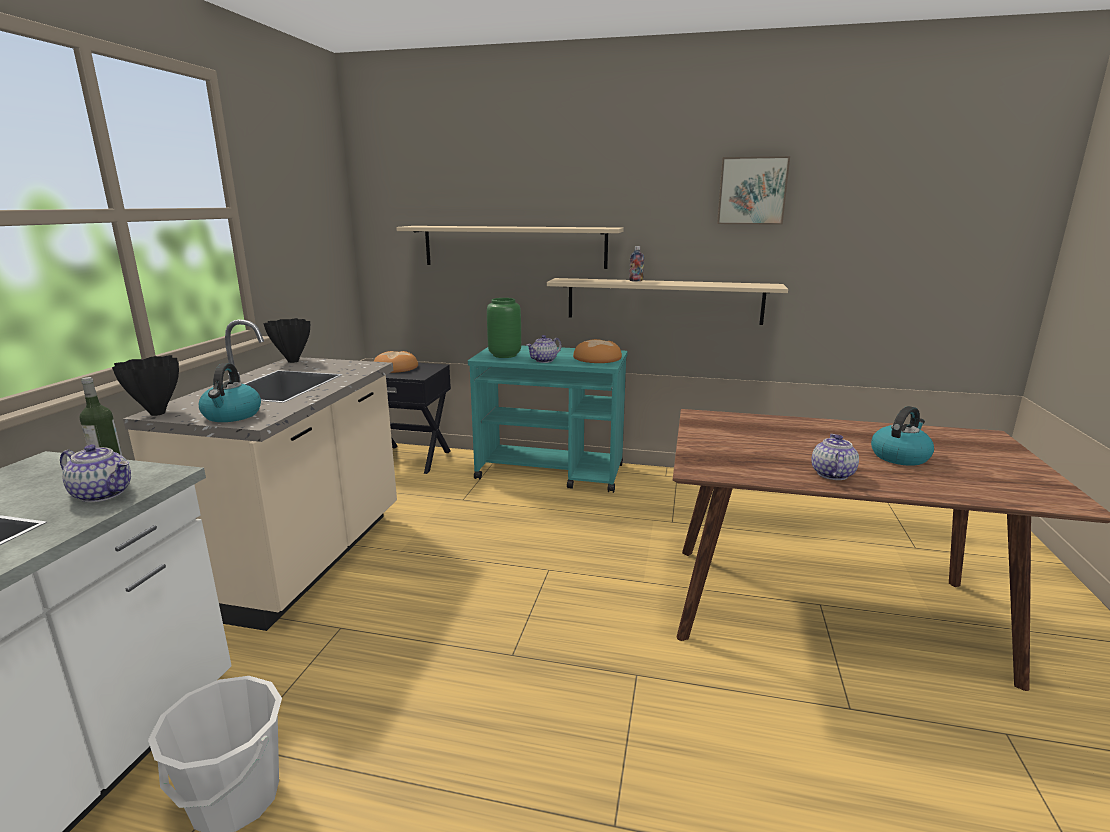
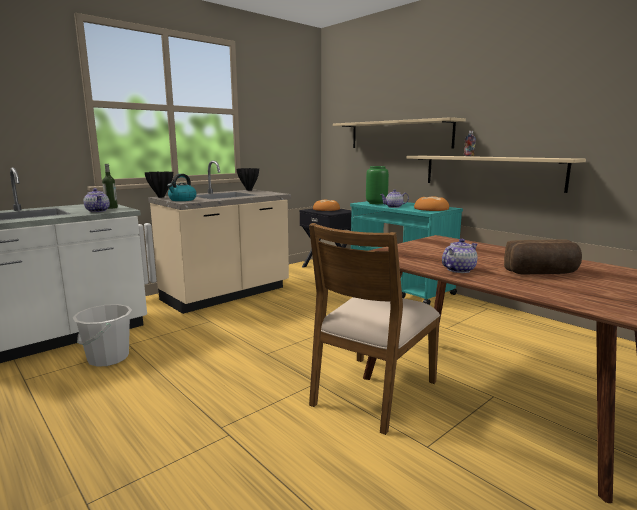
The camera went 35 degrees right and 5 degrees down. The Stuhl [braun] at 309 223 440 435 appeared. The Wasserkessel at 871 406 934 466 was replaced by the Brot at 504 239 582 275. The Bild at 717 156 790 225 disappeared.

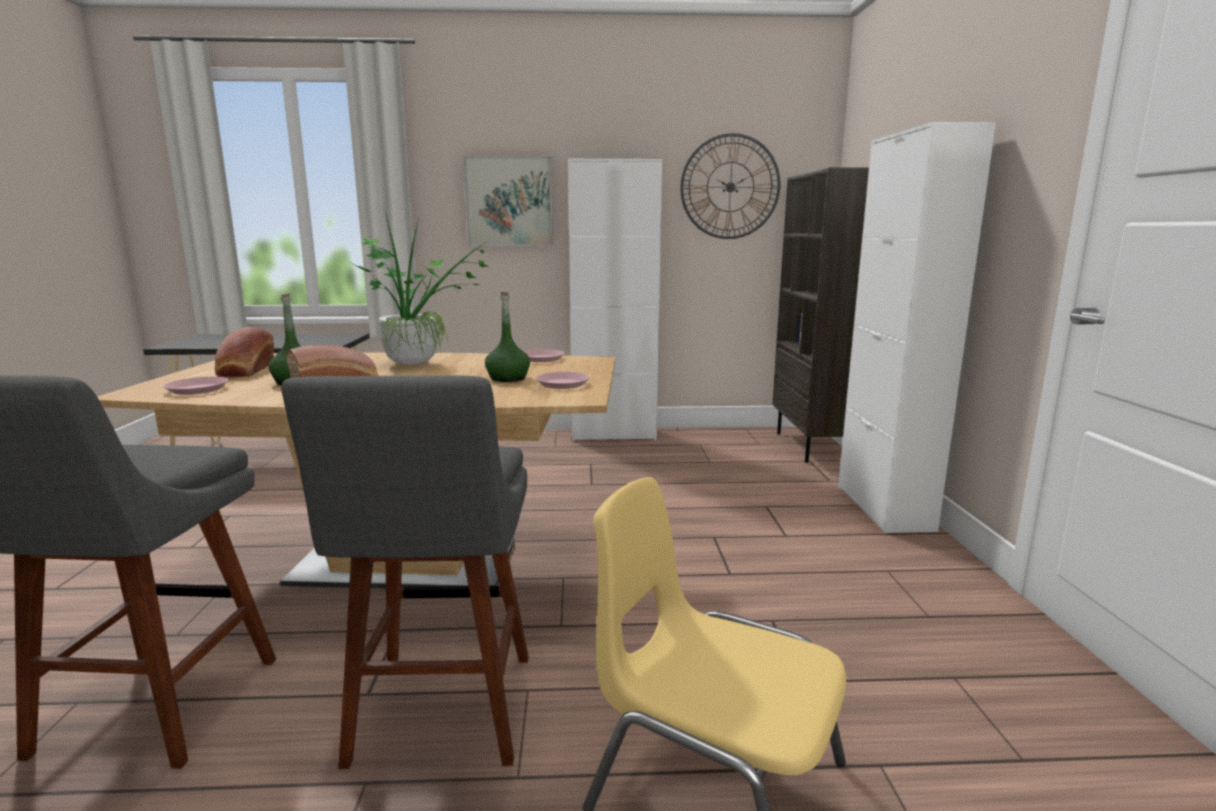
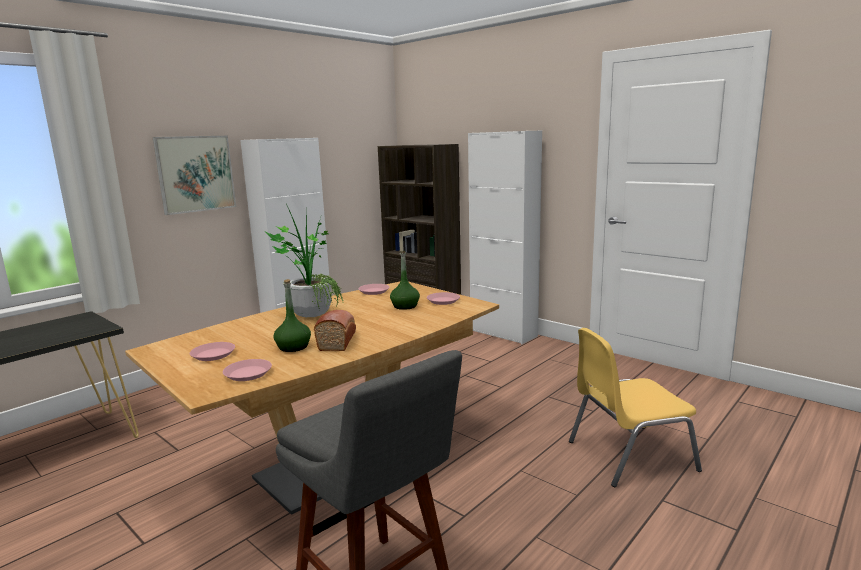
The camera went 45 degrees left and 0 degrees up. The Brot at 215 327 274 378 was replaced by the Teller [rosa] at 190 342 235 361. The Hocker [grau] at 281 375 529 769 disappeared. The Wanduhr at 680 133 780 239 disappeared.

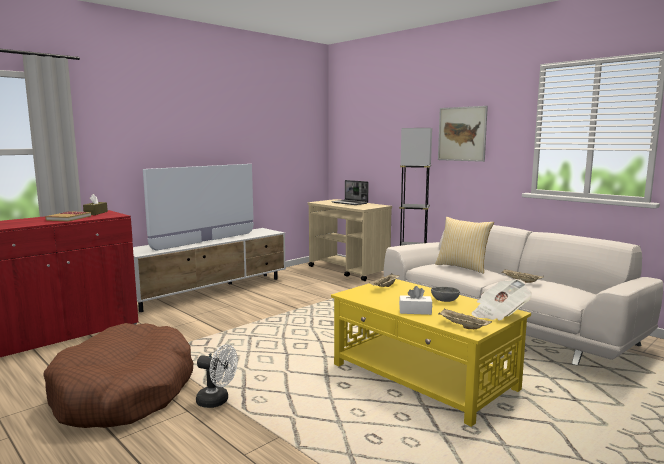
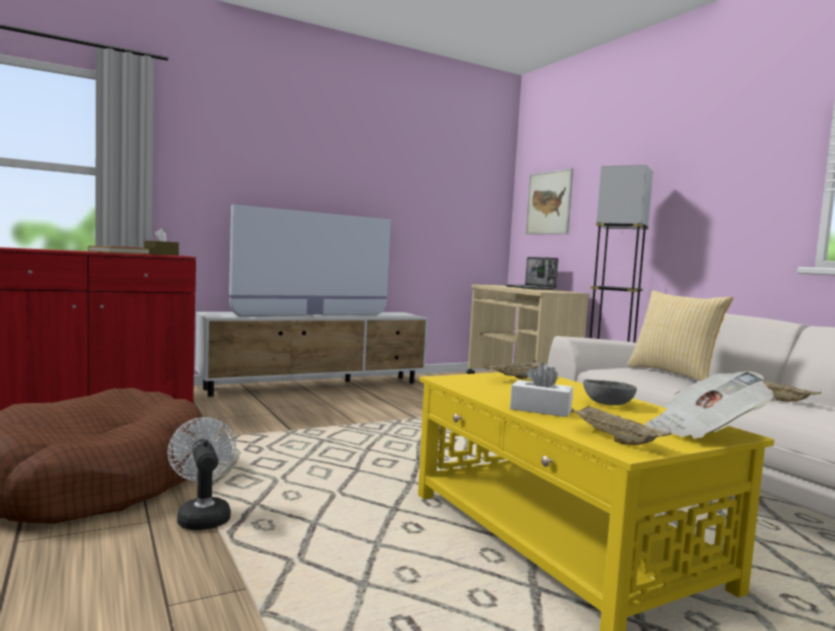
The camera went 15 degrees right and 5 degrees down. The Ventilator [weiß] at 196 344 238 408 turned 150 degrees counterclockwise. The Bild moved from 438 106 488 162 to 525 168 573 235.

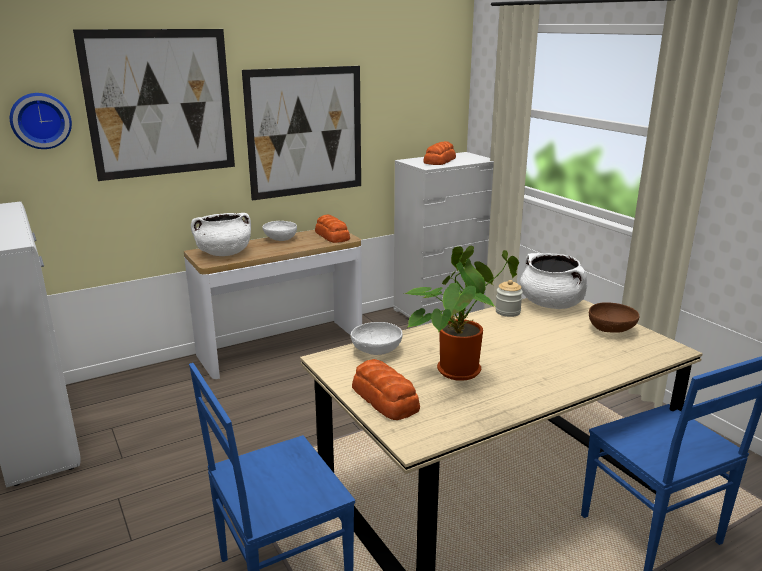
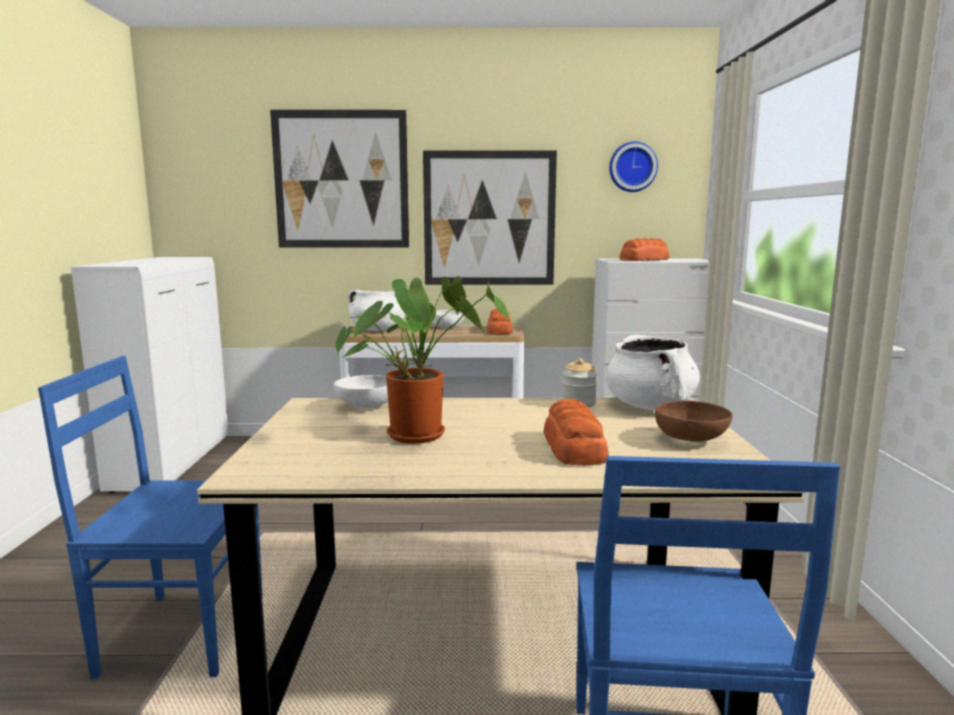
The camera went 30 degrees right and 10 degrees down. The Brot moved from 352 359 420 420 to 543 399 609 465. The Wanduhr moved from 10 93 72 149 to 609 141 658 192.

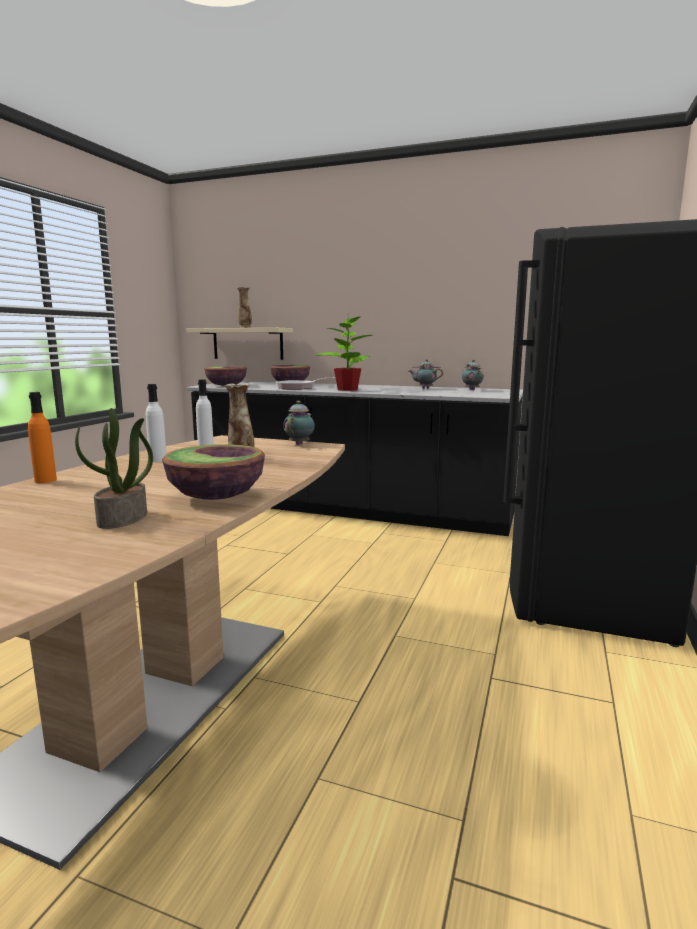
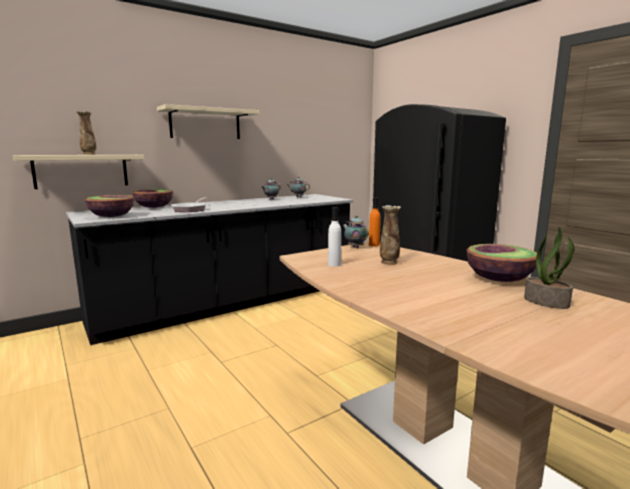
The camera went 55 degrees left and 0 degrees up. The Wandregal [beige] at 157 104 260 139 appeared. The Flasche [orange] moved from 28 392 57 483 to 369 197 381 247. The Flasche [weiß] at 146 384 166 462 disappeared. The Topfpflanze at 313 317 372 391 disappeared.

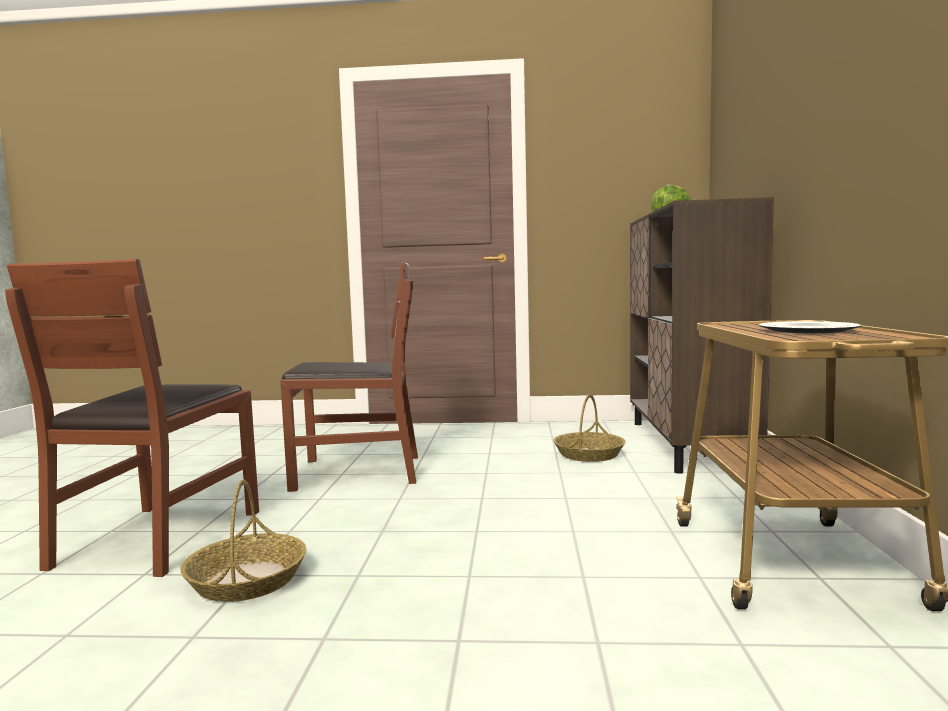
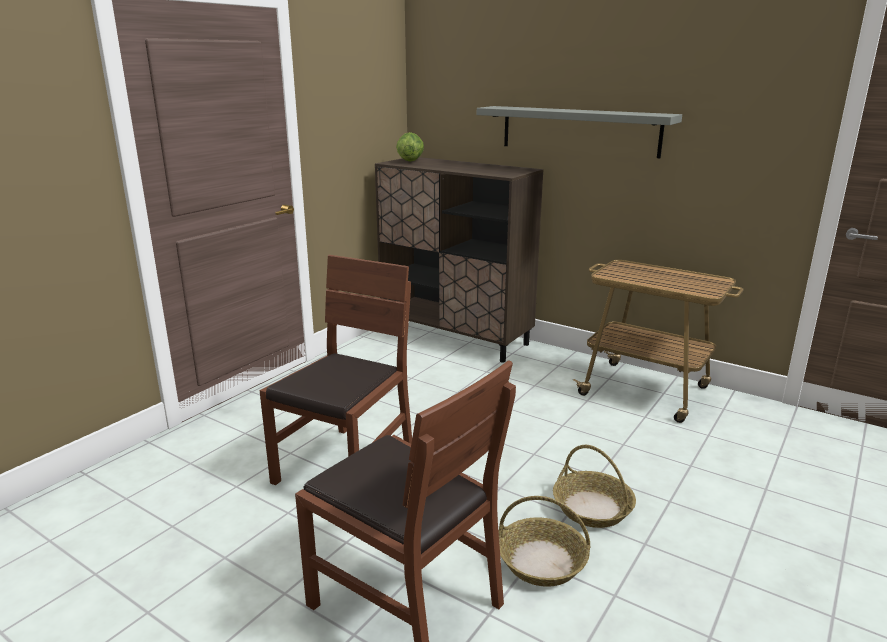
The camera went 60 degrees left and 15 degrees up. The Wandregal [grau] at 477 106 682 158 appeared. The Korb moved from 553 394 625 462 to 553 445 636 528. The Teller at 759 321 861 333 disappeared.

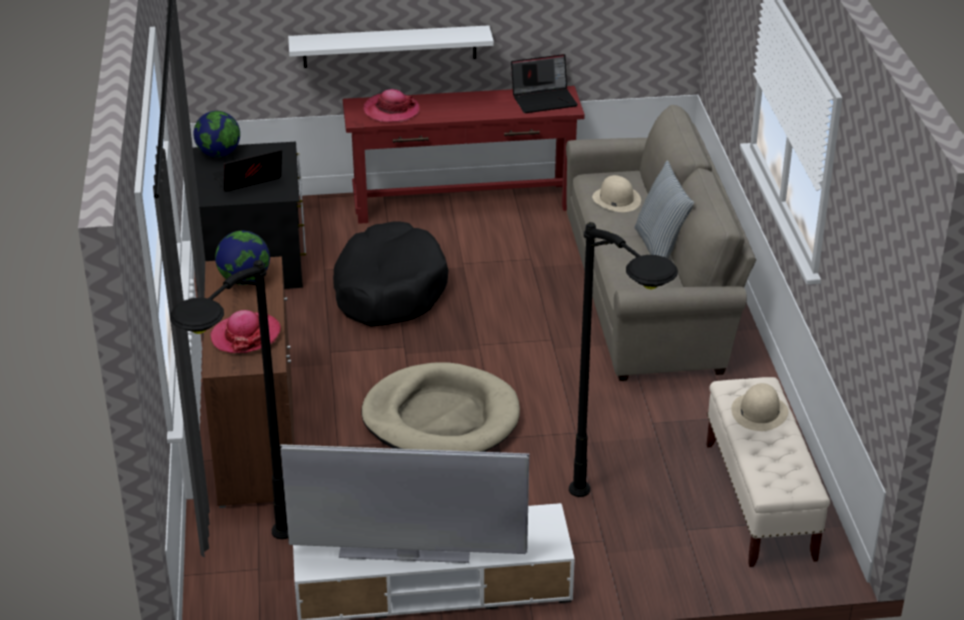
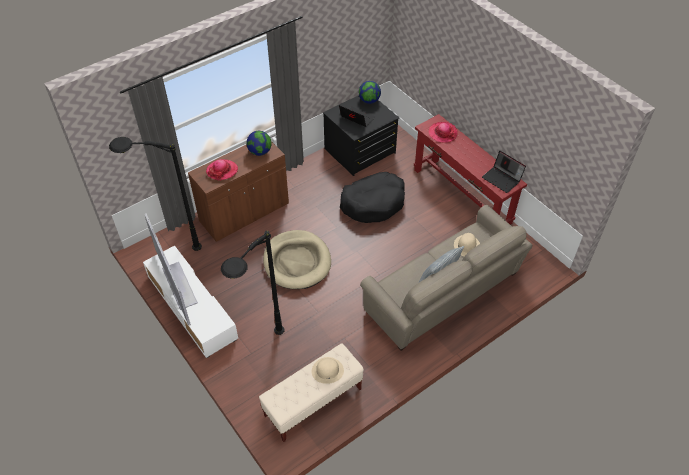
The camera went 60 degrees right and 15 degrees up. The Wandregal [weiß] at 288 25 494 68 disappeared.

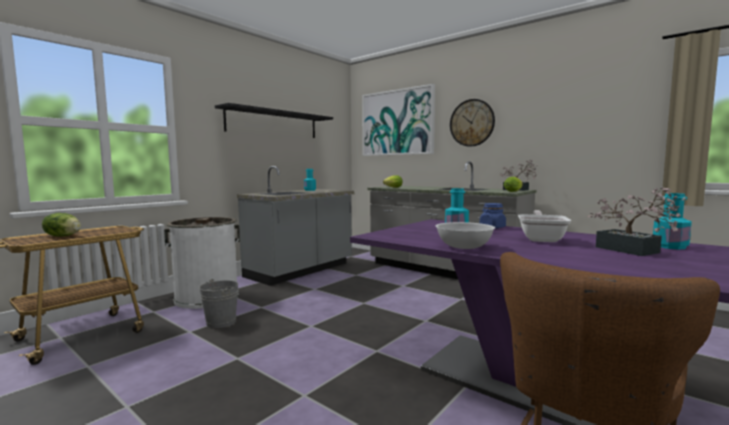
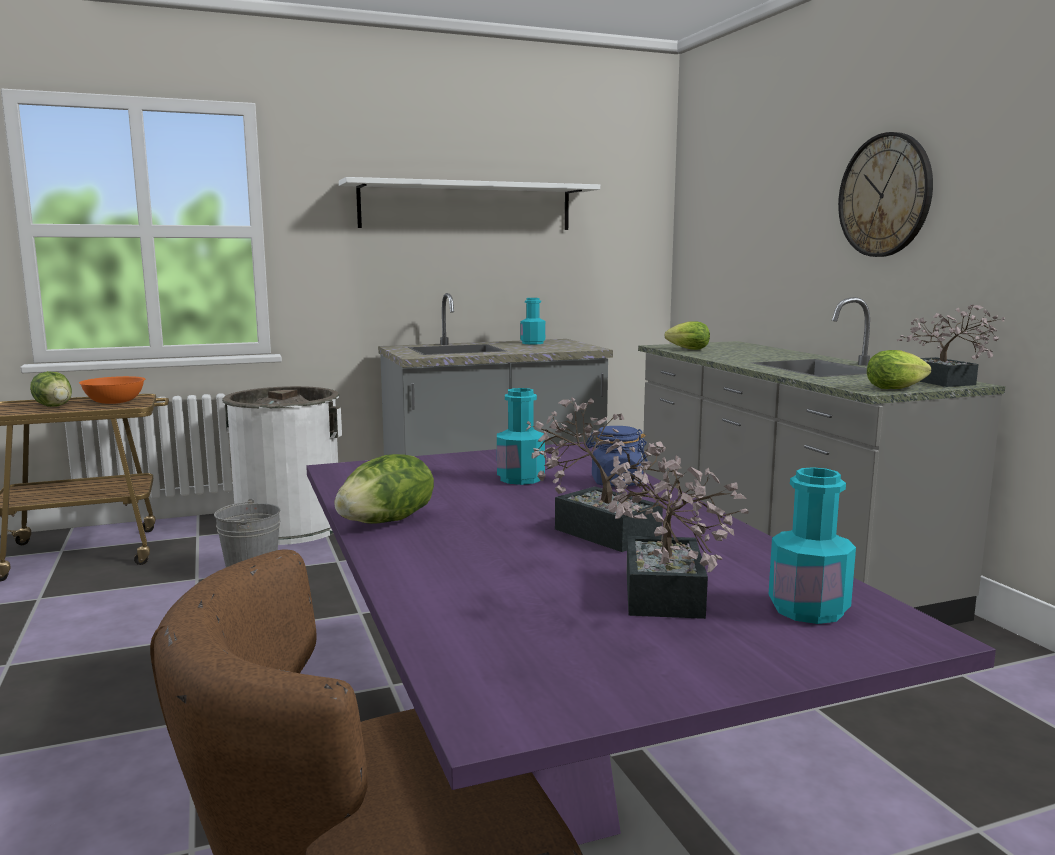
The camera went 30 degrees right and 5 degrees up. The Schüssel [orange] at 79 376 145 404 appeared. The Schüssel [weiß] at 435 222 495 249 was replaced by the Salatkopf at 334 454 434 524. The Wandregal [schwarz] at 215 103 333 138 became the Wandregal [weiß] at 339 177 600 230. The Pfanne at 518 210 571 242 was replaced by the Topfpflanze at 526 397 684 552. The Bild at 362 84 435 156 disappeared.

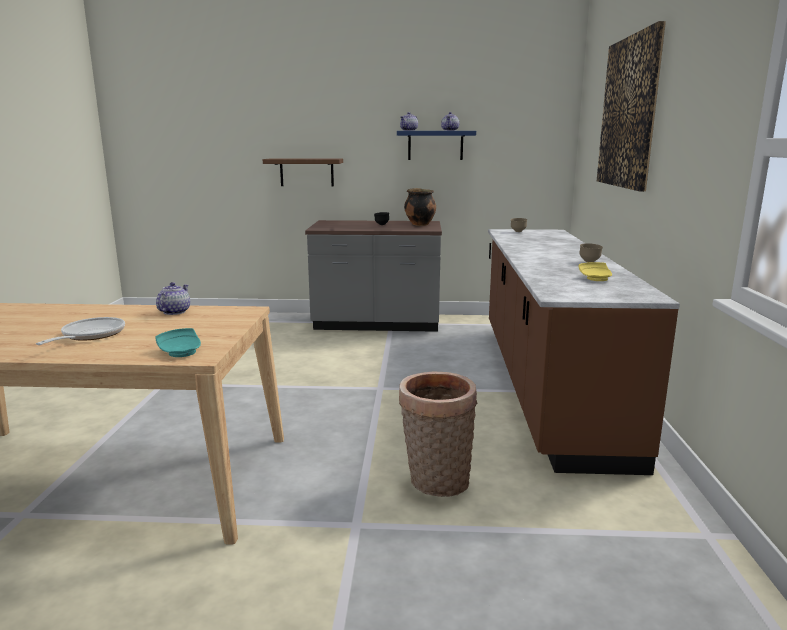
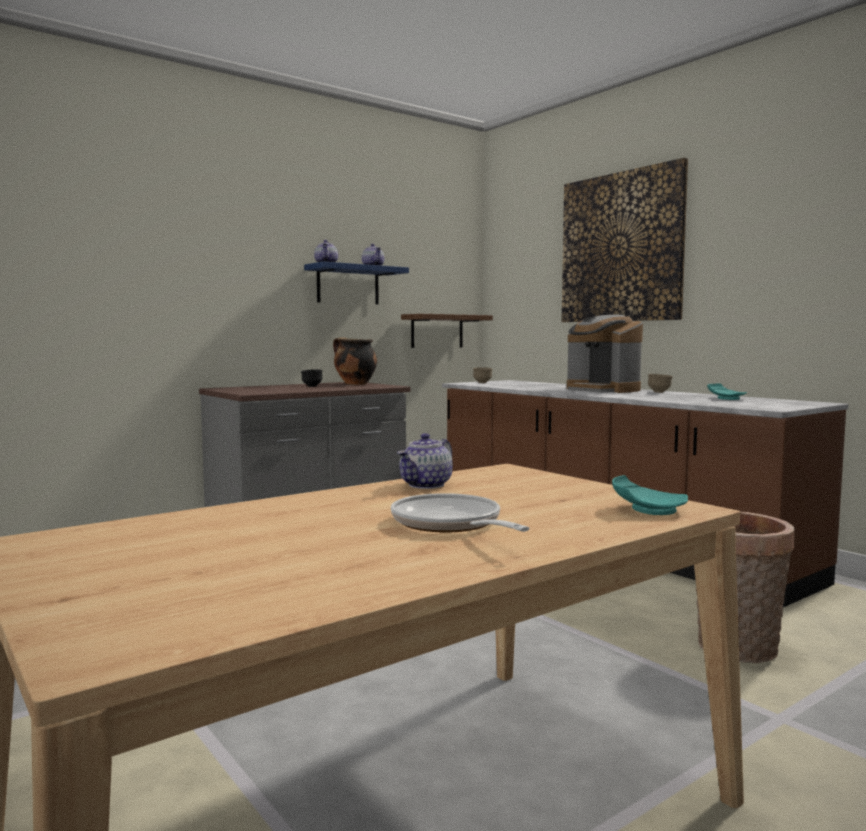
The camera went 40 degrees left and 10 degrees down. The Teekanne at 156 282 190 315 turned 120 degrees counterclockwise. The Wandregal [braun] moved from 263 158 343 186 to 401 314 493 348. The Kaffeemaschine at 567 315 643 393 appeared. The Teller [gelb] at 579 262 612 281 became the Teller [türkis] at 707 383 747 400.

